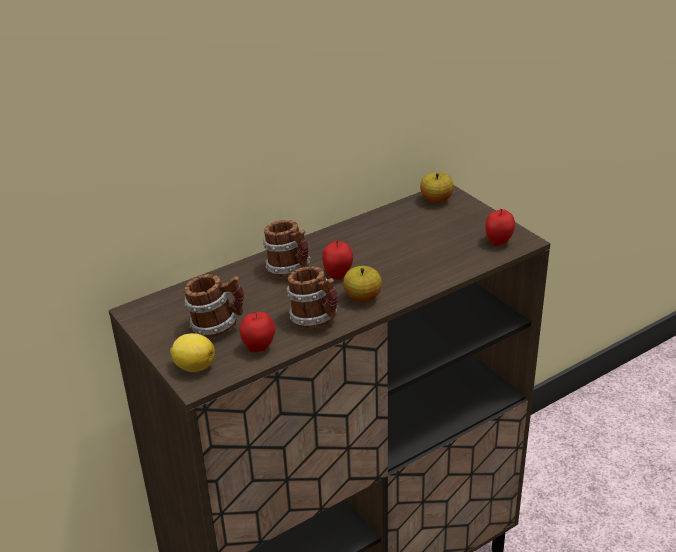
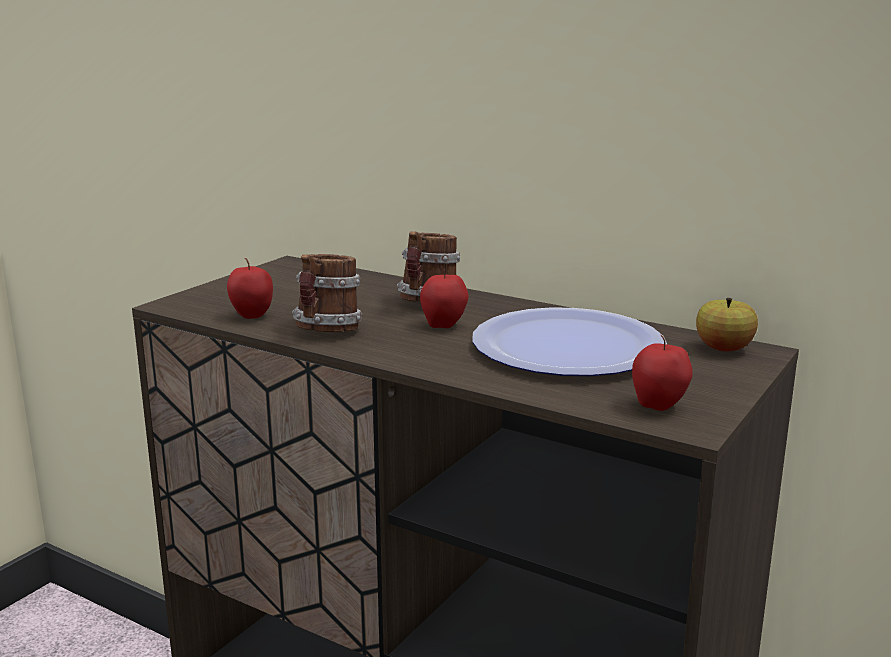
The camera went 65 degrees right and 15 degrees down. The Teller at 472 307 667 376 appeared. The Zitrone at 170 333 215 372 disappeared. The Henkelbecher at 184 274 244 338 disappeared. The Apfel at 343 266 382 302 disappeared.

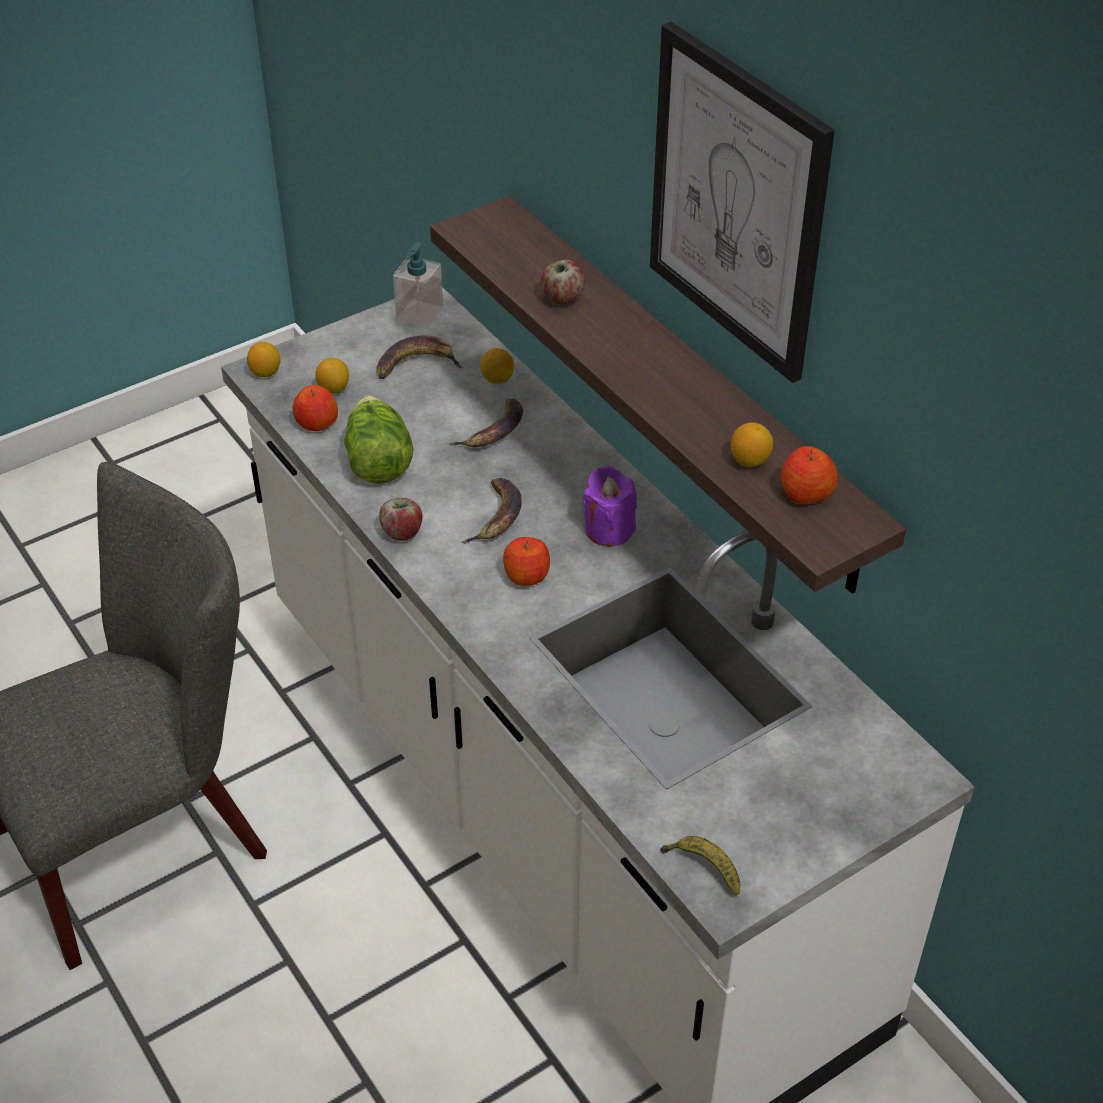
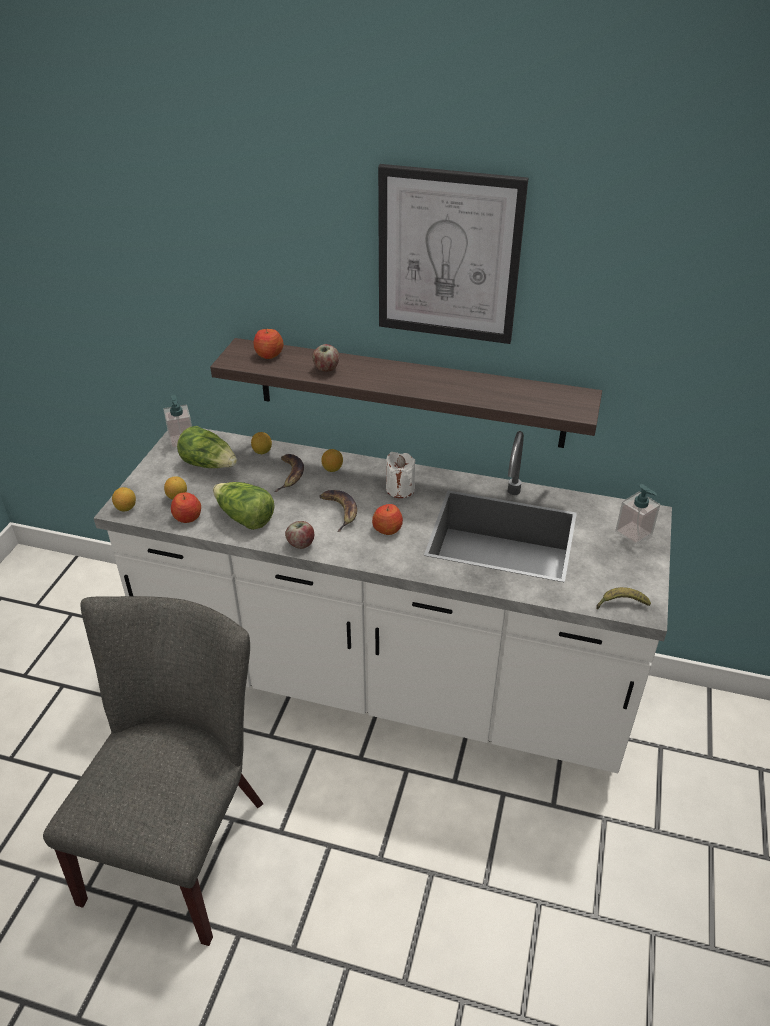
The camera went 40 degrees left and 5 degrees down. The Banane at 377 335 462 379 was replaced by the Salatkopf at 177 426 237 468. The Apfel moved from 781 446 838 504 to 254 329 284 359. The Zitrone moved from 731 422 773 467 to 321 449 343 472. The Kerze [lila] at 583 466 637 547 became the Kerze [weiß] at 386 452 415 498. The Seifenspender at 615 484 660 545 appeared.

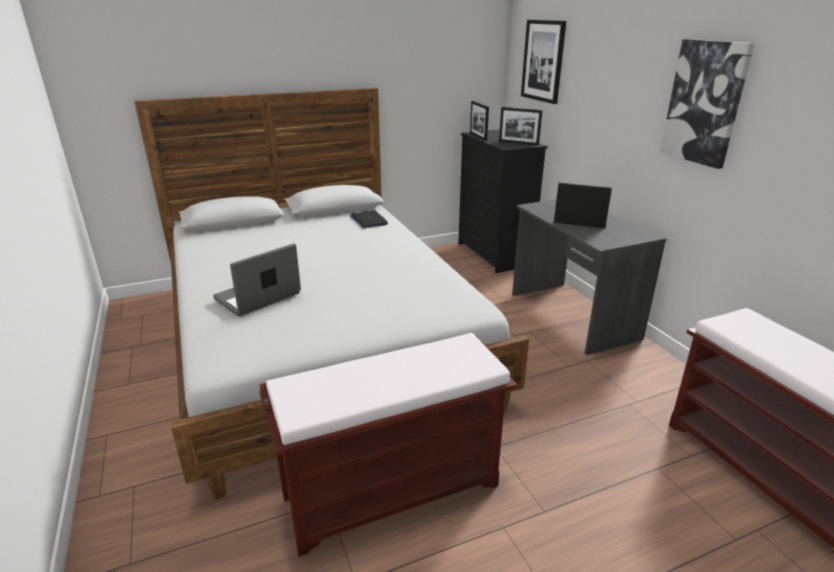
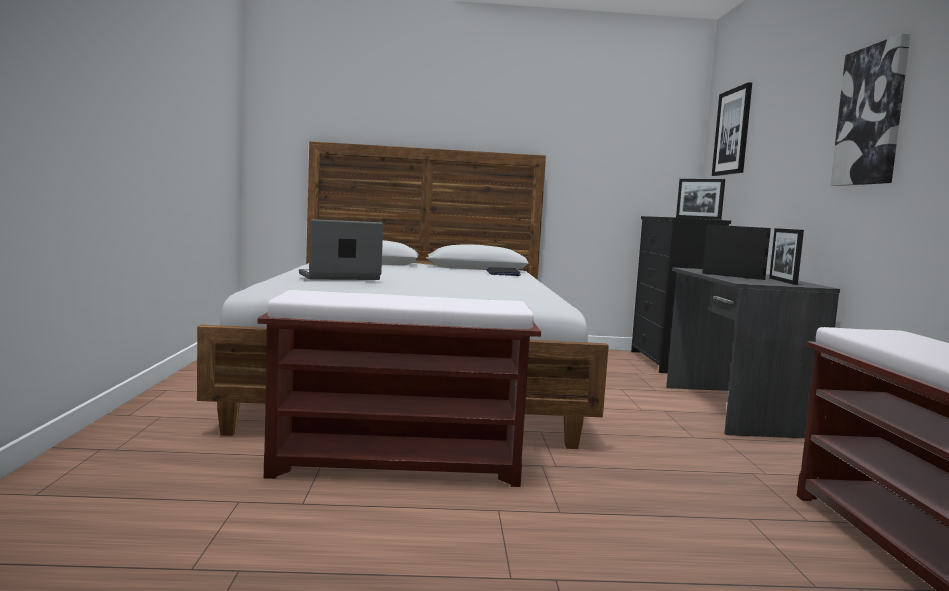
The camera went 20 degrees right and 20 degrees down. The Bilderrahmen moved from 470 101 489 141 to 769 228 804 285.

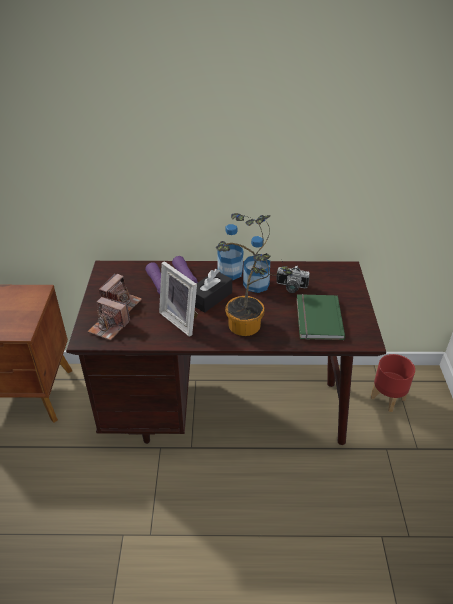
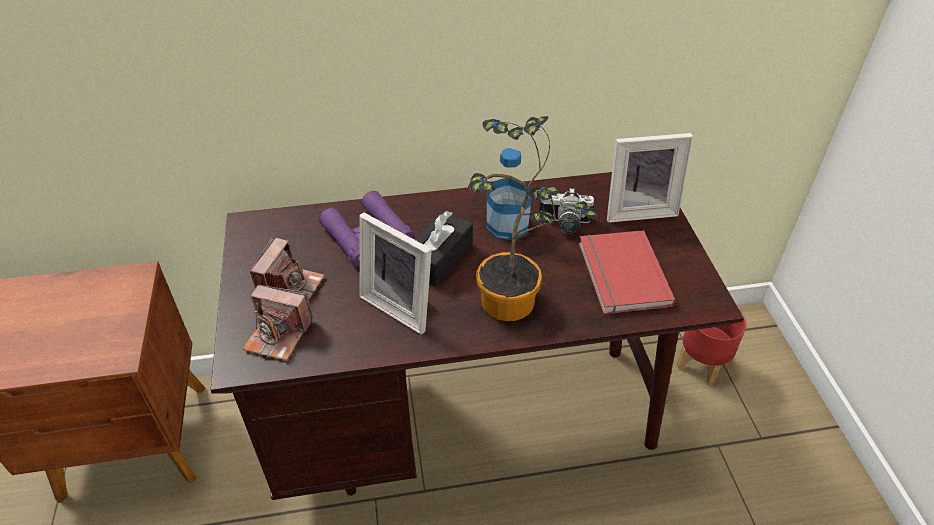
The camera went 10 degrees left and 5 degrees up. The Buch [grün] at 296 294 345 340 became the Buch [rot] at 579 230 676 314. The Bilderrahmen at 607 133 693 223 appeared. The Flasche at 218 224 244 280 disappeared.

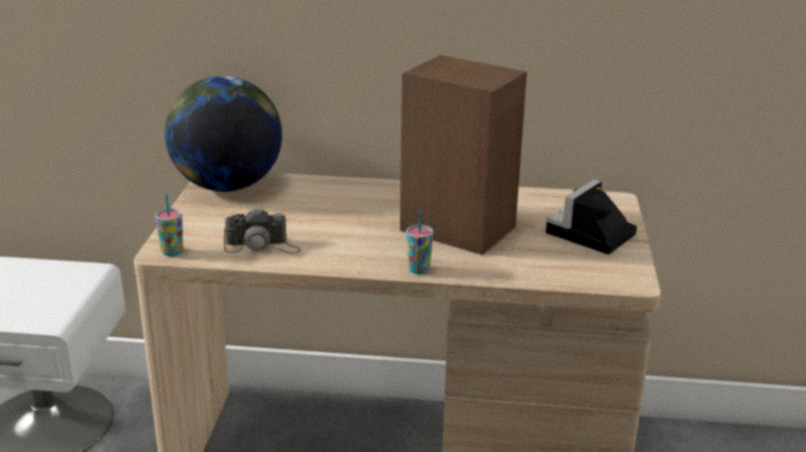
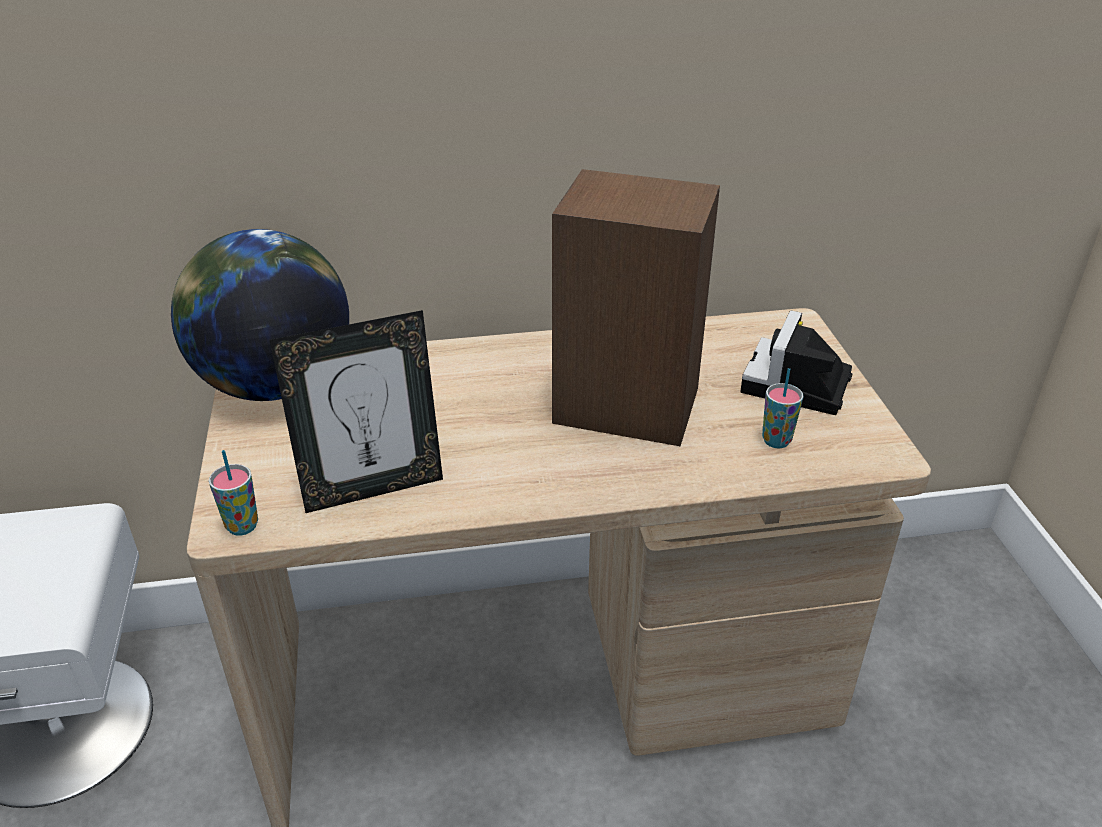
The camera went 15 degrees left and 10 degrees up. The Kamera at 224 208 301 254 was replaced by the Bilderrahmen at 270 310 443 513. The Tasse moved from 406 210 433 274 to 762 368 803 449.

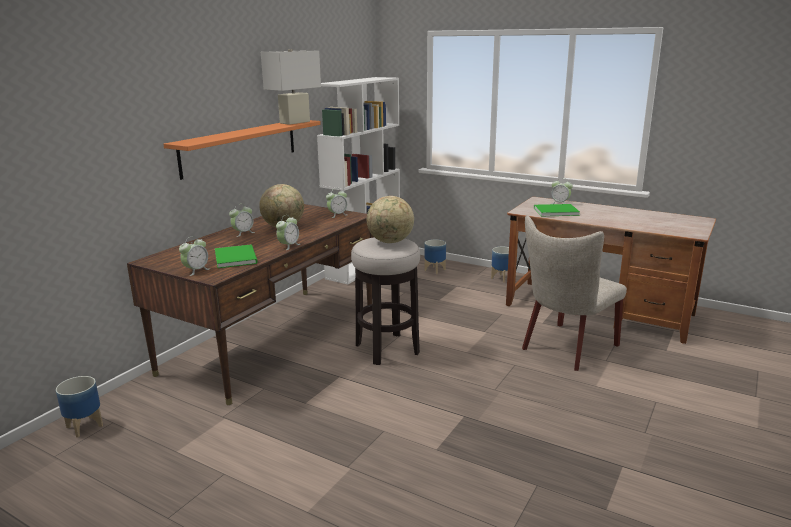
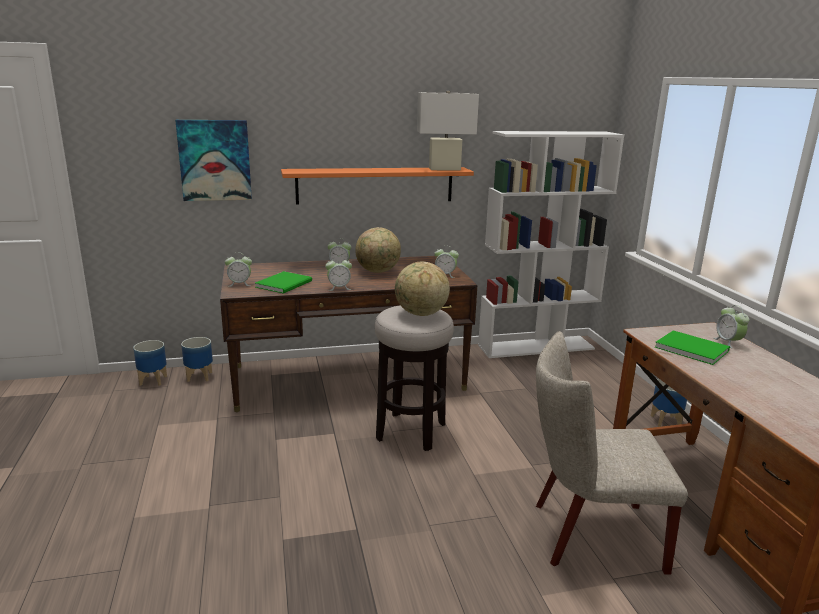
The camera went 45 degrees right and 0 degrees up. The Bild at 175 120 252 201 appeared. The Pflanzkübel moved from 424 240 446 274 to 181 337 213 382.

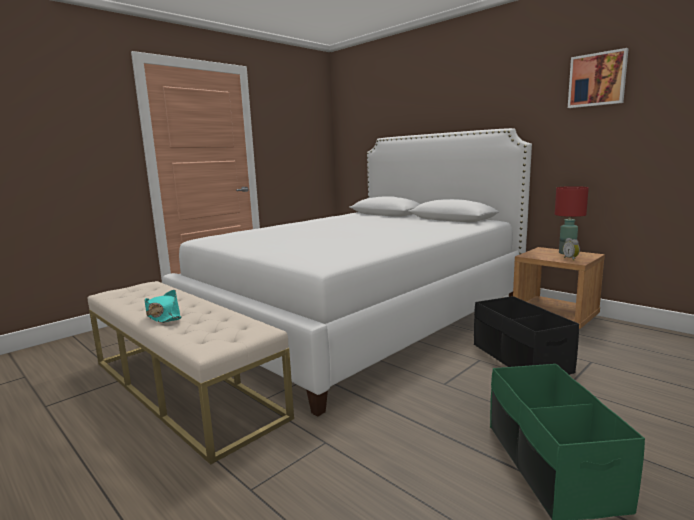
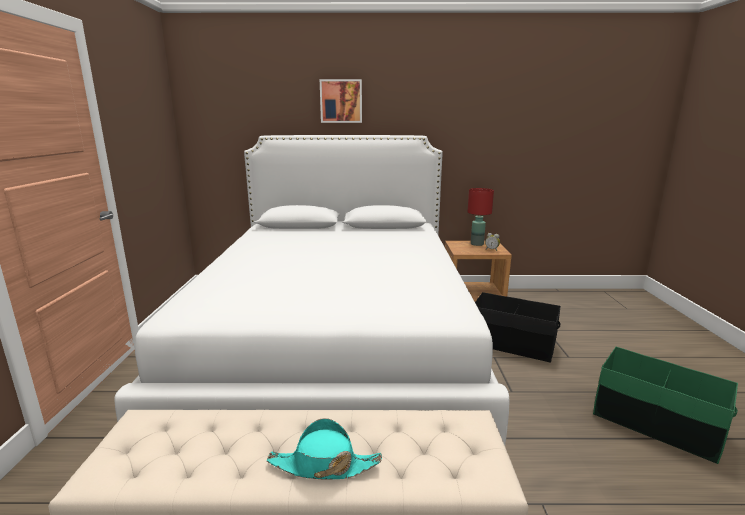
The camera went 45 degrees left and 5 degrees up. The Bild moved from 568 48 629 108 to 320 79 362 123.

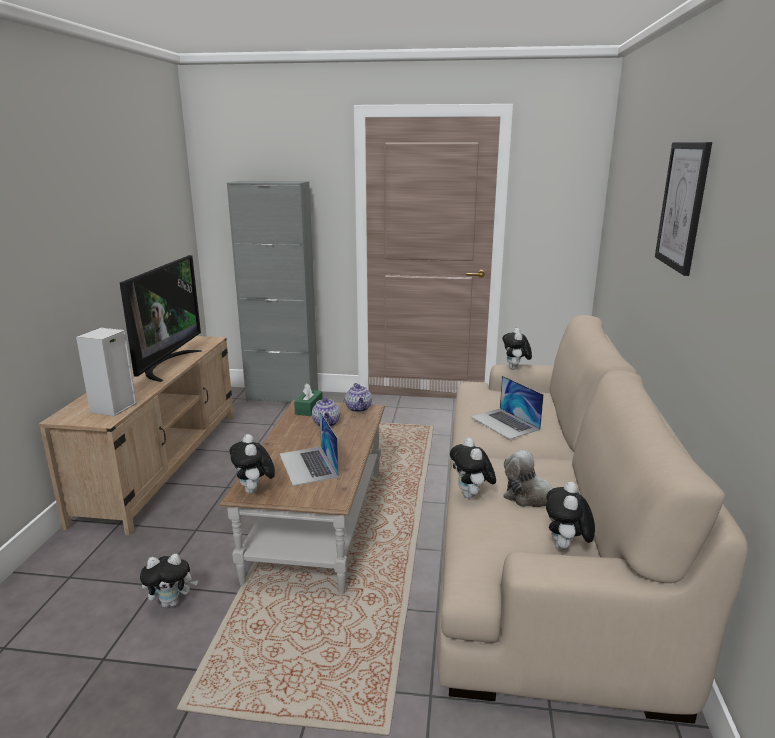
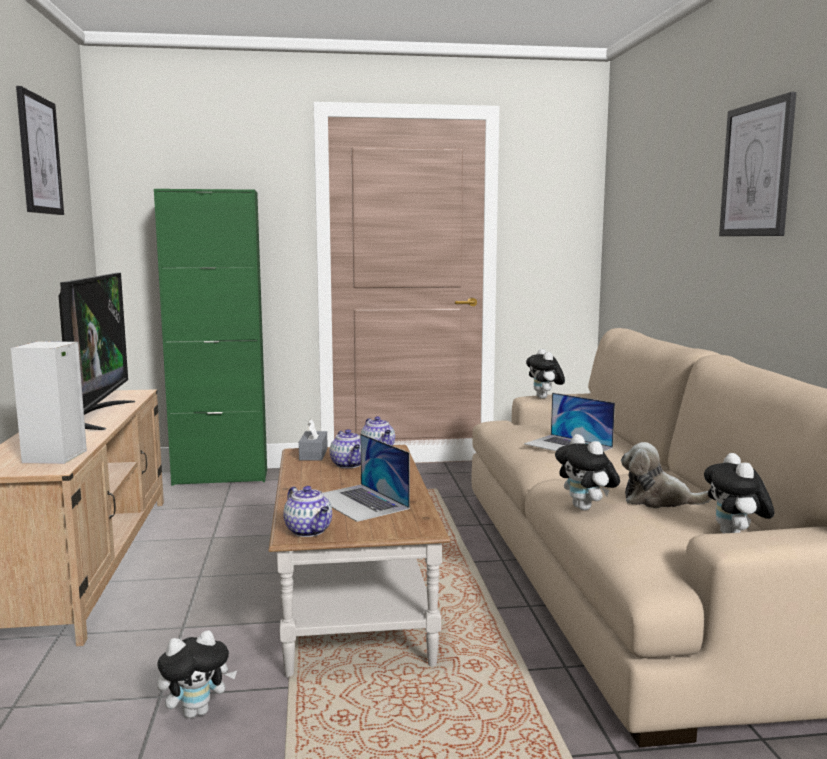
The camera went 15 degrees left and 10 degrees down. The Bild at 16 86 64 215 appeared. The Schrank [grau] at 227 181 318 403 became the Schrank [grün] at 154 189 267 486. The Plüschtier at 229 434 275 494 was replaced by the Teekanne at 283 486 332 537. The Taschentuchbox [grün] at 294 383 323 416 became the Taschentuchbox [grau] at 299 419 328 461.

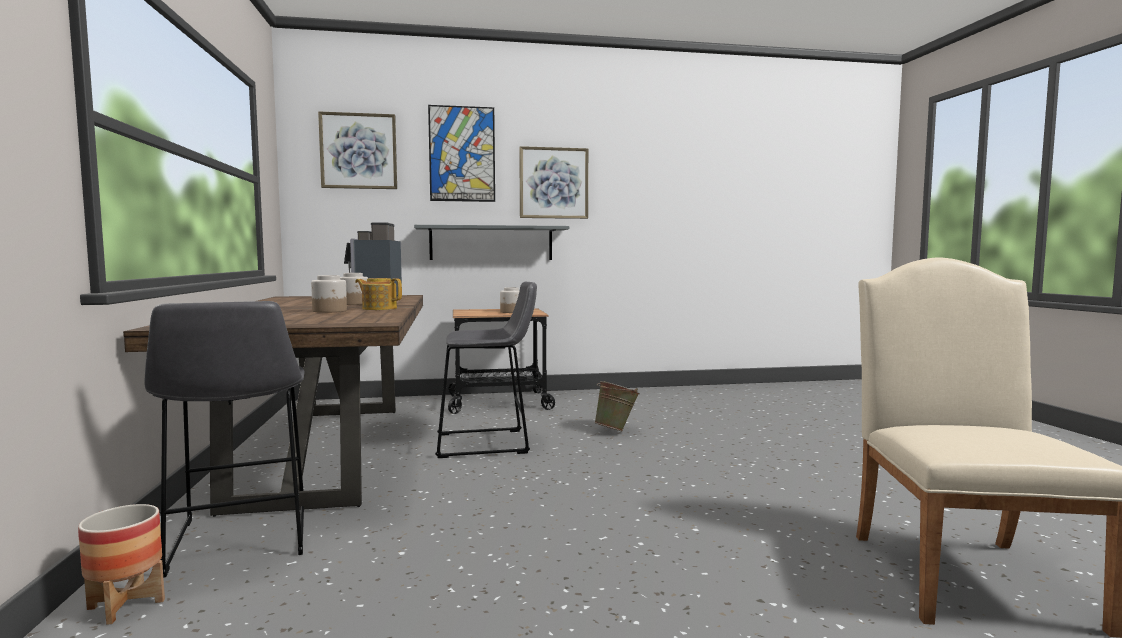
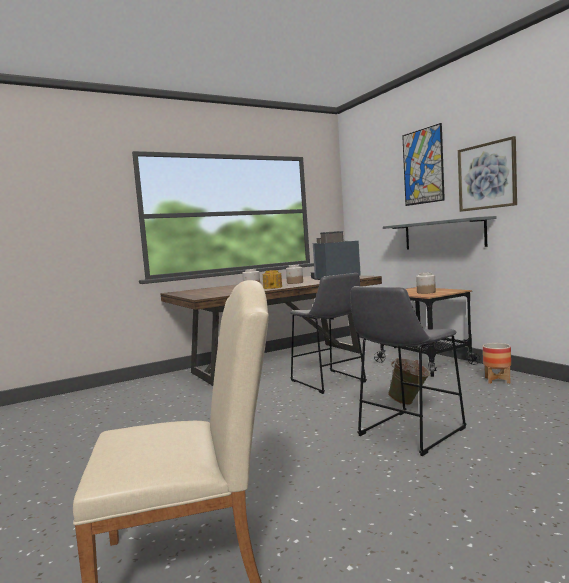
The camera went 70 degrees right and 0 degrees up. The Hocker [grau] moved from 144 301 305 578 to 351 286 466 456. The Pflanzkübel moved from 78 504 165 625 to 483 343 511 384. The Bild at 318 111 397 189 disappeared.

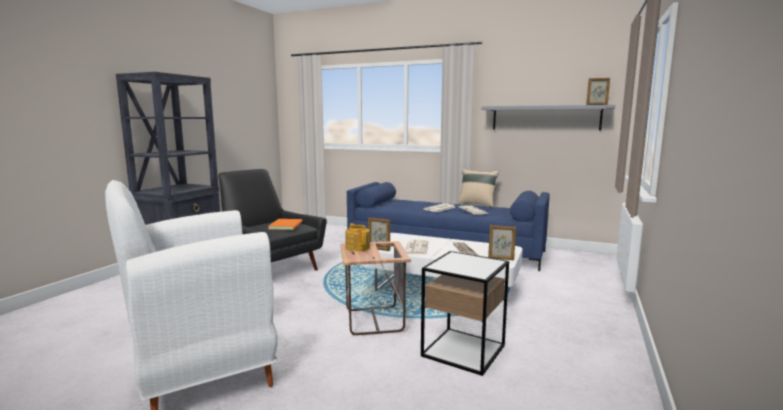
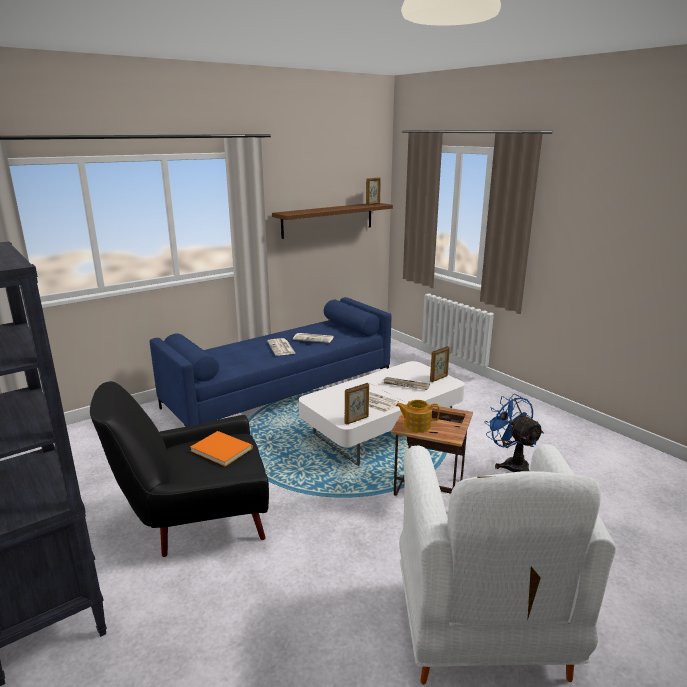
The camera went 60 degrees left and 10 degrees up. The Wandregal [grau] at 481 105 615 131 became the Wandregal [braun] at 272 203 393 239. The Beistelltisch at 421 251 509 376 was replaced by the Ventilator [blau] at 484 394 544 472. The Kissen [beige] at 457 169 499 207 disappeared.

